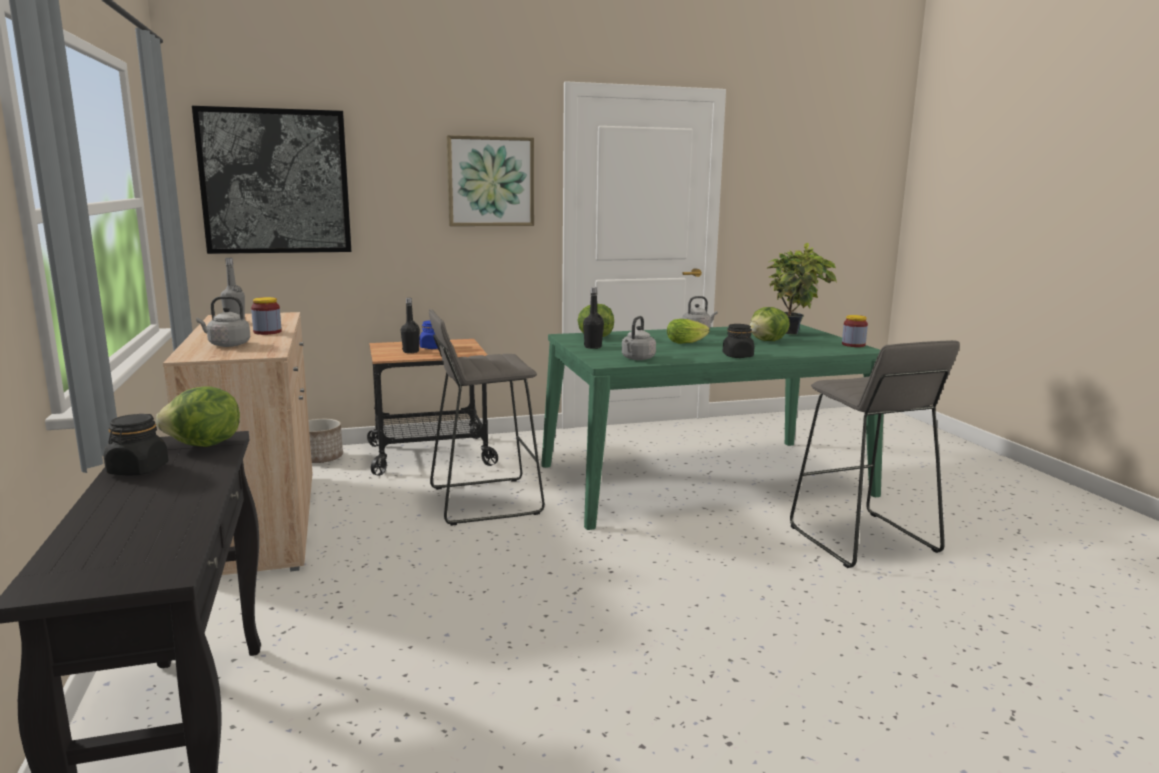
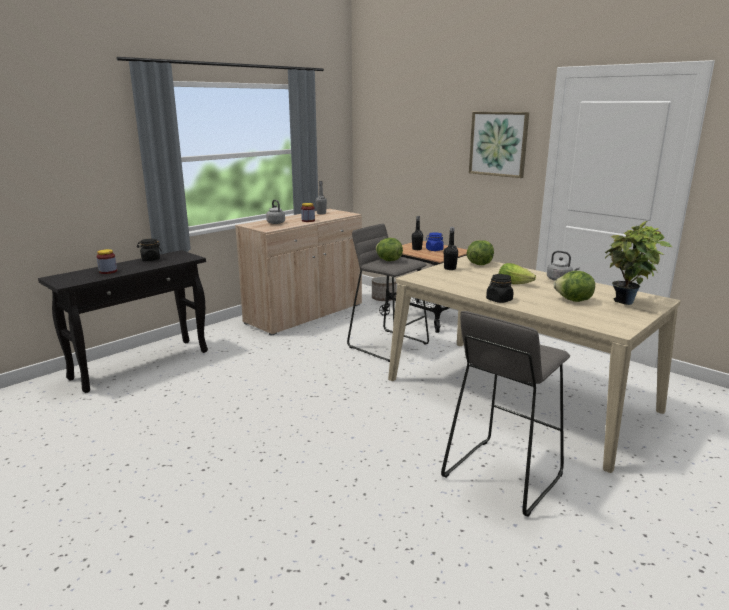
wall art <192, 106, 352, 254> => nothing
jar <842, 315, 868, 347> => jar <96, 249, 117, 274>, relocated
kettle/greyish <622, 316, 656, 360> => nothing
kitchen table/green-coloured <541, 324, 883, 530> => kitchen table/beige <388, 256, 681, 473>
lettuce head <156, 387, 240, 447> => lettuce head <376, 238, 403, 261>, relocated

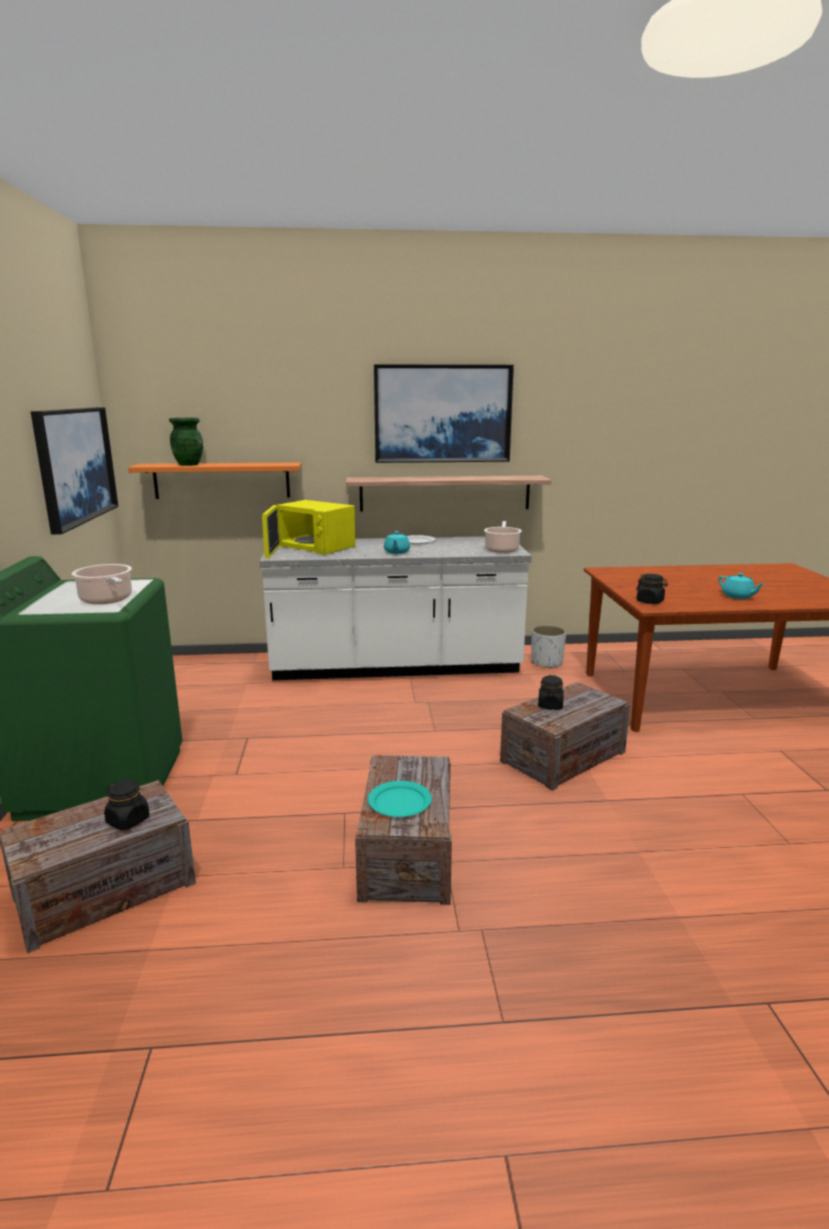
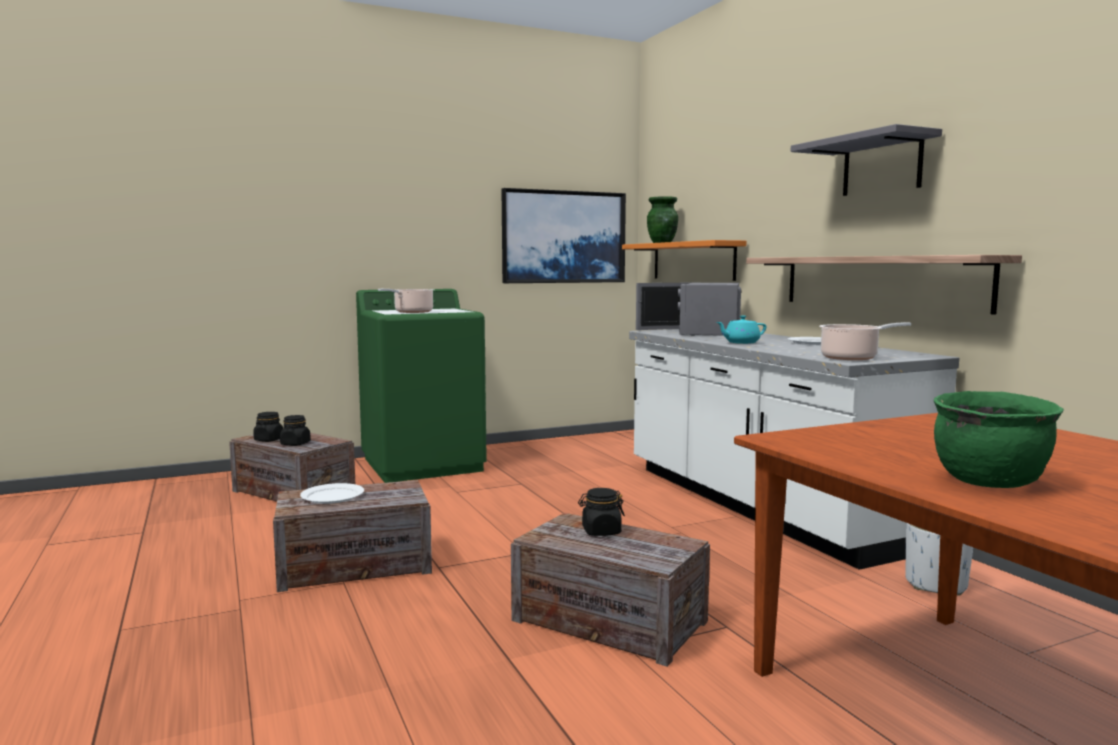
wall art <374, 364, 514, 463> => wall shelf/greyish <791, 124, 942, 196>
microwave/yellowish <262, 500, 356, 558> => microwave/greyish <636, 283, 741, 336>
tea pot/blue-green <718, 573, 764, 599> => saucepot/green-coloured <934, 391, 1064, 488>
jar/black-coloured <636, 574, 668, 604> => jar/black-coloured <253, 412, 283, 442>, relocated
plate/blue-green <368, 781, 432, 817> => plate/white <300, 483, 364, 504>

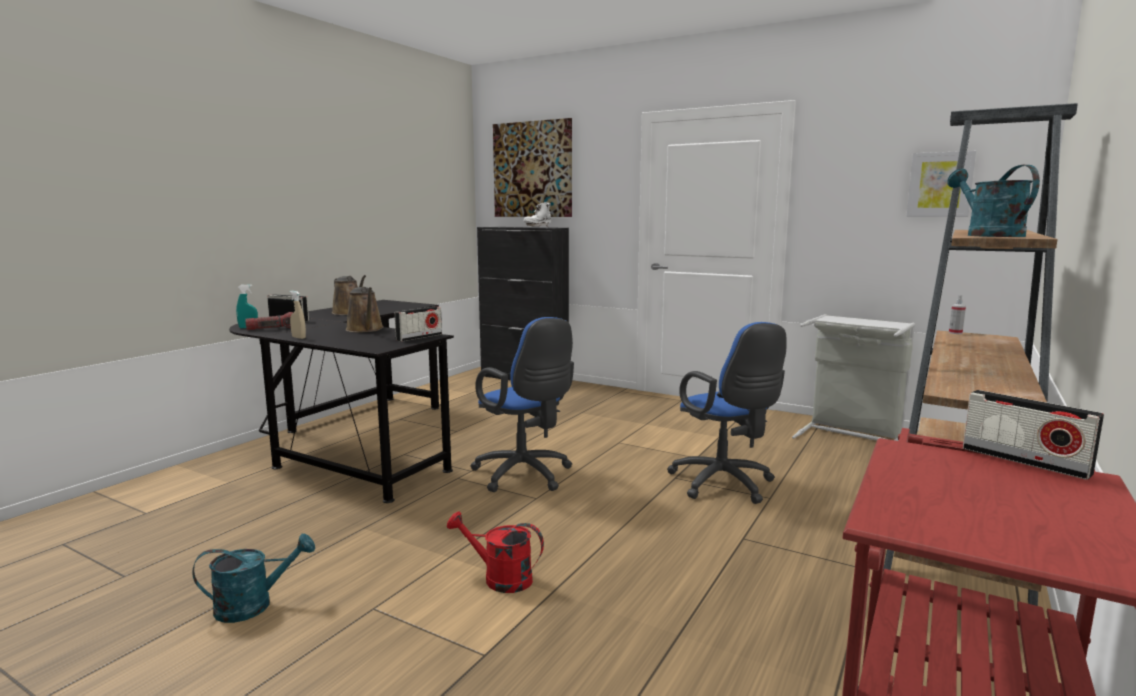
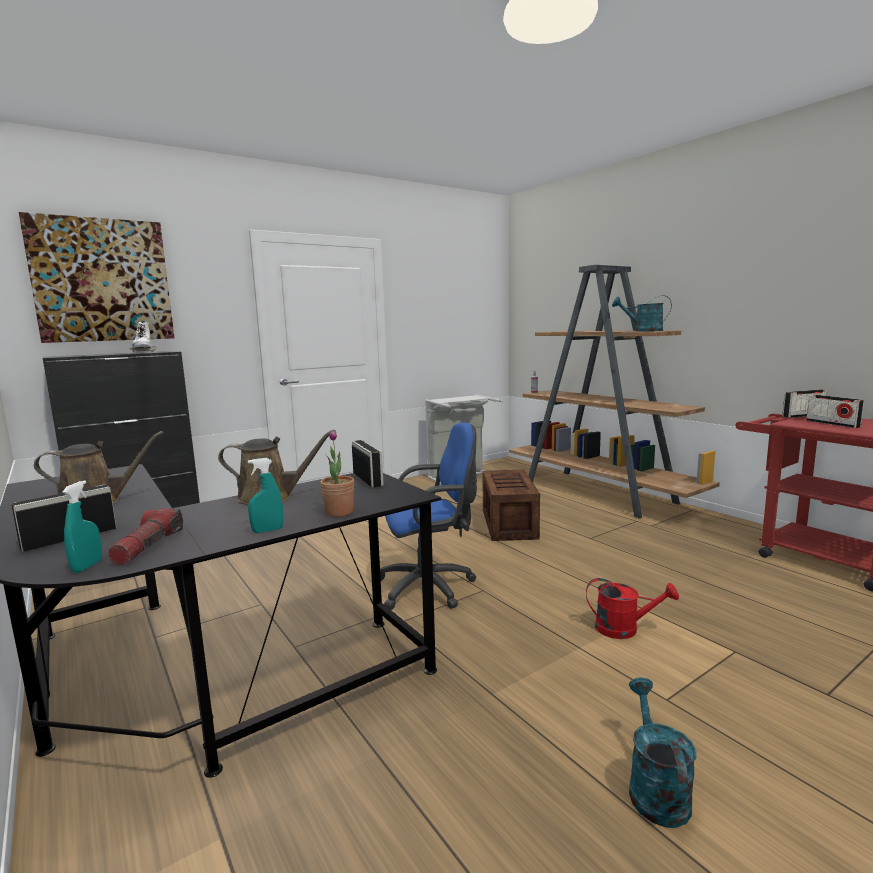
wall art <906, 151, 976, 217> => nothing
hand sprayer/beige <290, 291, 306, 339> => hand sprayer/blue-green <248, 458, 283, 533>
desk chair/blue <667, 322, 787, 504> => crate <482, 470, 540, 541>
watering pot/red-coloured <447, 511, 544, 593> => watering pot/red-coloured <586, 578, 679, 639>, 120 degrees counterclockwise
nothing => radio <806, 395, 864, 428>
nothing => plant in a pot <320, 430, 354, 517>

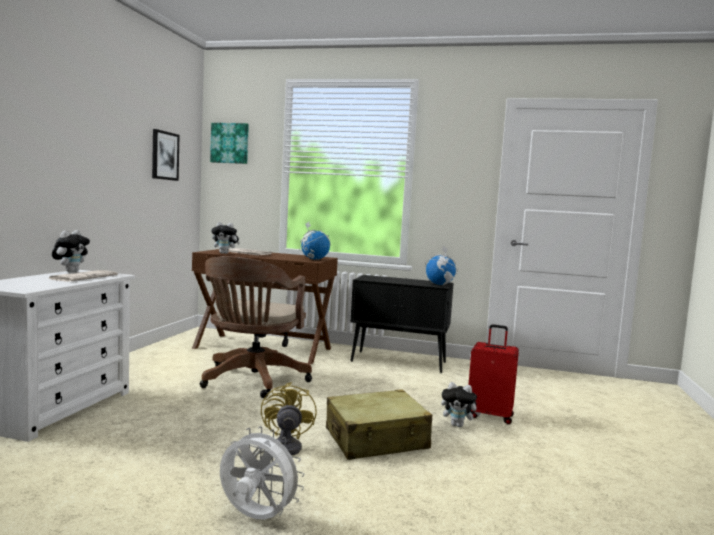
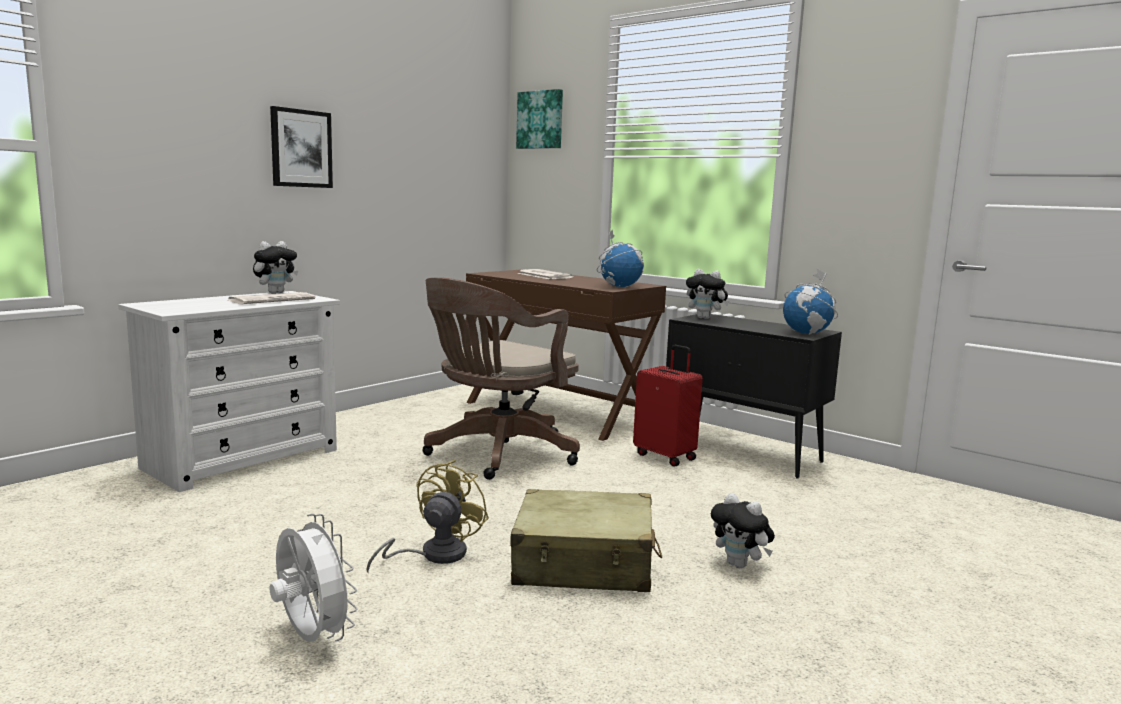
wall art <152, 129, 180, 181> => wall art <270, 106, 333, 188>, relocated
plush toy <211, 222, 240, 254> => plush toy <686, 269, 729, 319>, relocated
suitcase/red-coloured <468, 324, 519, 424> => suitcase/red-coloured <633, 345, 703, 467>, relocated

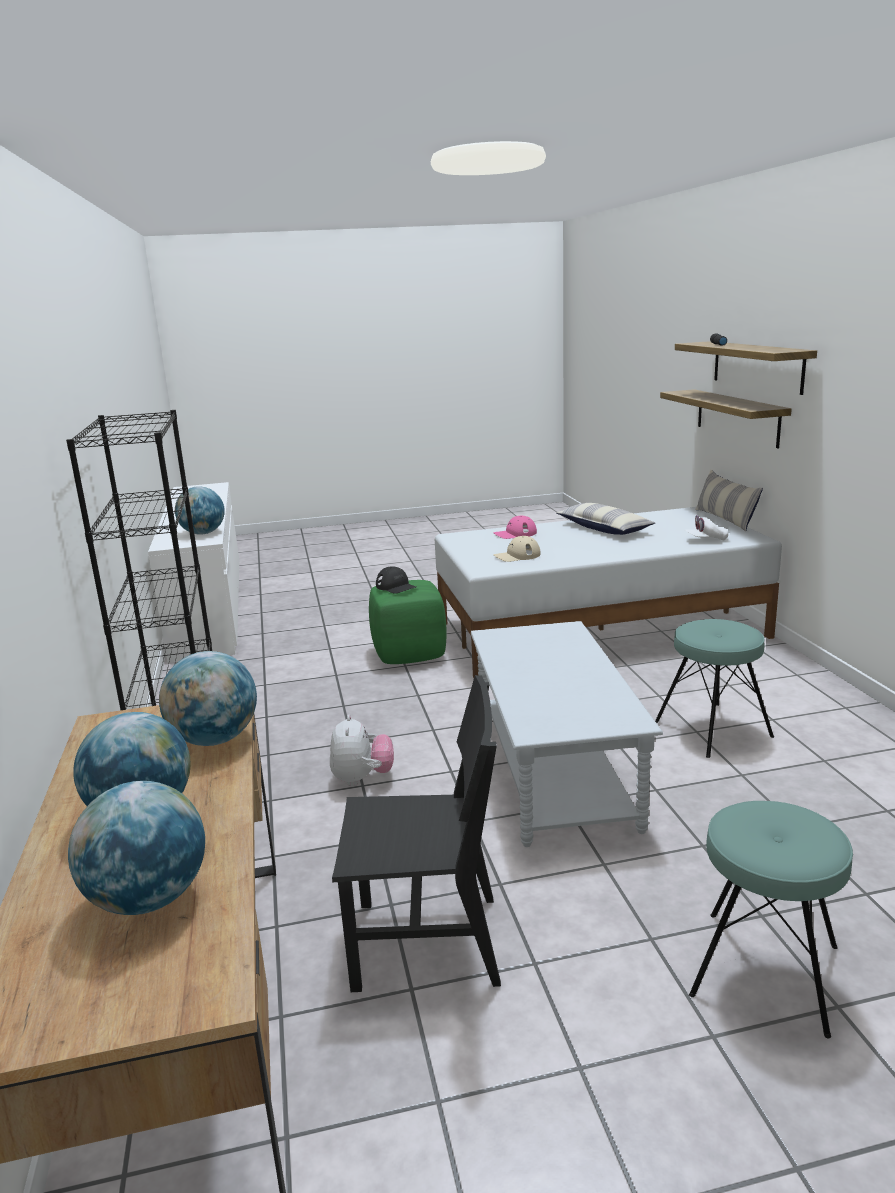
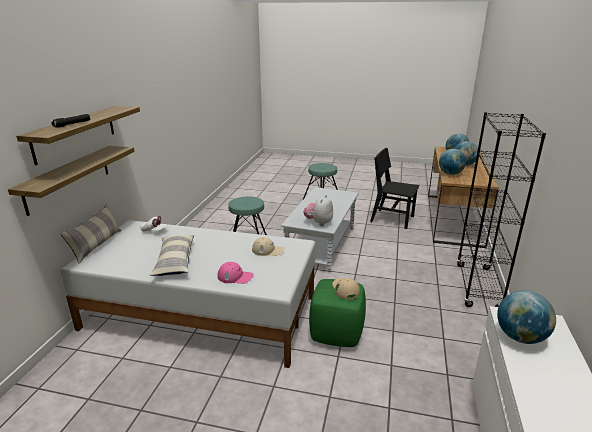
baseball cap/black-coloured <376, 566, 416, 594> => baseball cap/beige <332, 278, 360, 300>
plush toy <330, 715, 394, 786> => plush toy <303, 195, 333, 226>, relocated

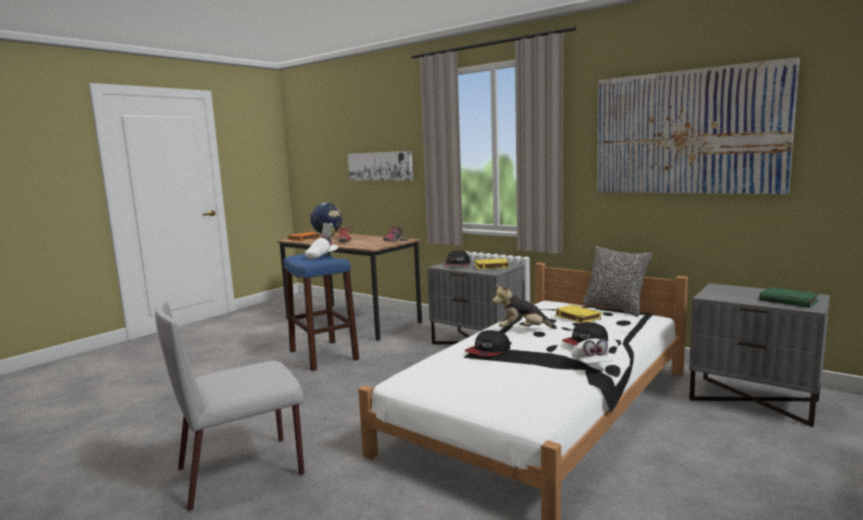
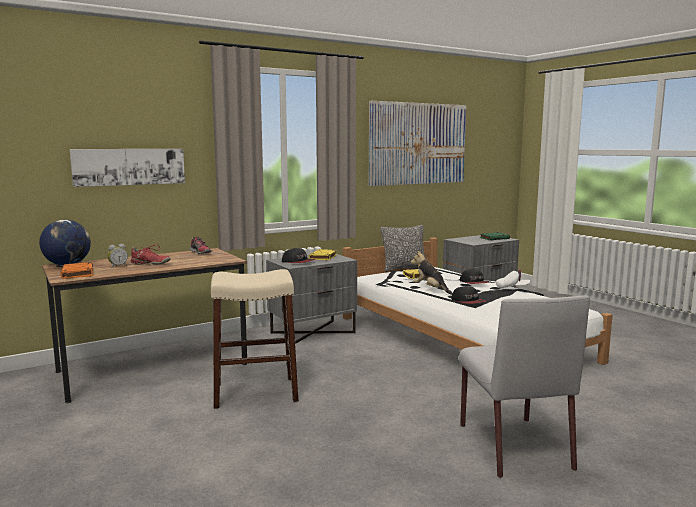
baseball cap/white <305, 236, 338, 259> => nothing
sitting stool/blue <284, 253, 359, 371> => sitting stool/beige <211, 269, 299, 409>
plush toy <492, 284, 557, 329> => plush toy <411, 251, 452, 295>, 120 degrees clockwise

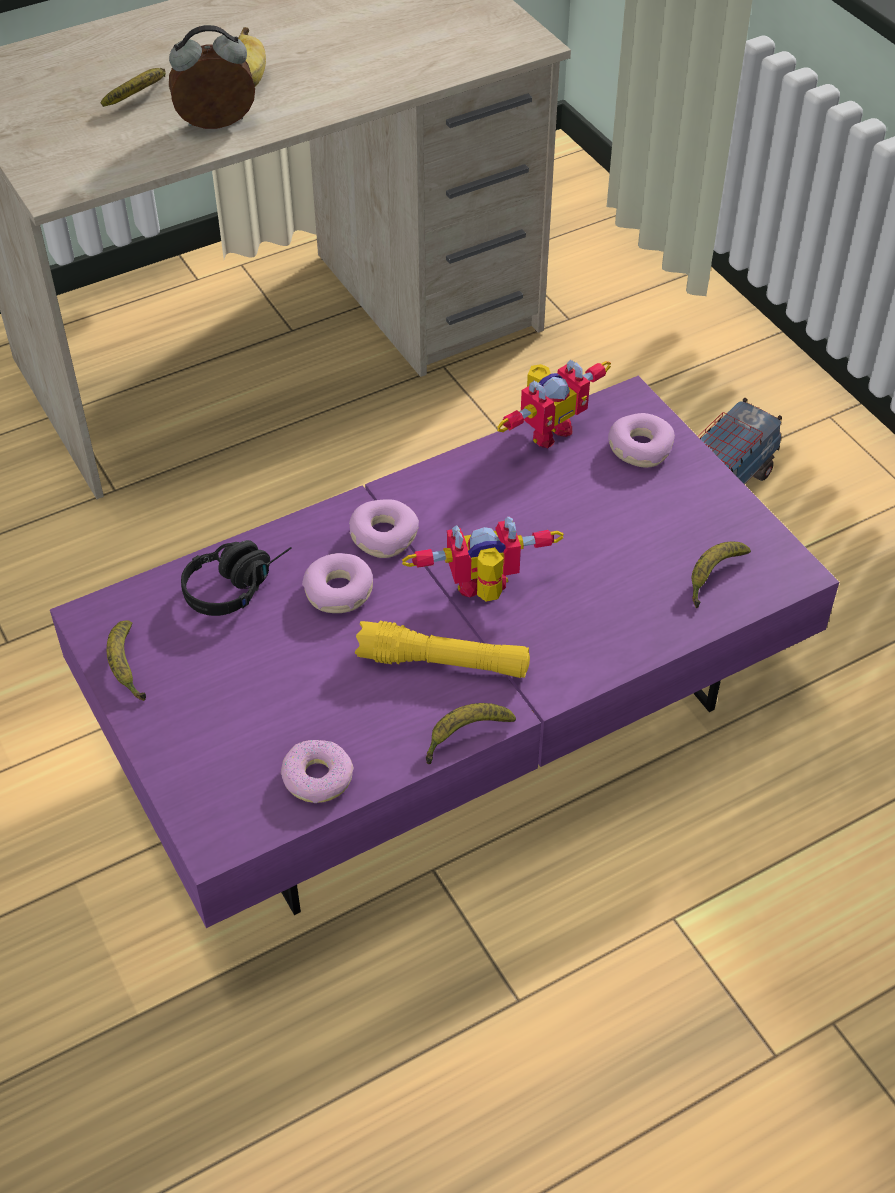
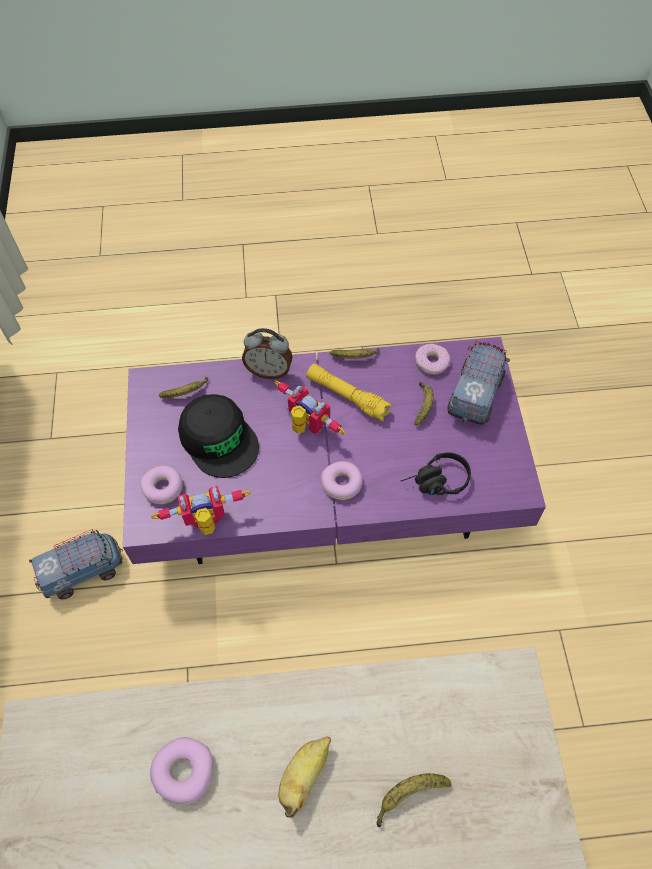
alarm clock <169, 25, 255, 129> => alarm clock <242, 328, 293, 379>, relocated
robot figure <402, 517, 564, 602> => robot figure <274, 380, 345, 435>, 150 degrees counterclockwise
donut <302, 553, 373, 613> => donut <150, 737, 213, 805>, relocated
banana fruit <107, 620, 146, 701> => banana fruit <414, 382, 433, 425>, relocated
nothing => toy lorry <447, 341, 510, 425>
nothing => baseball cap/black-coloured <178, 394, 259, 478>

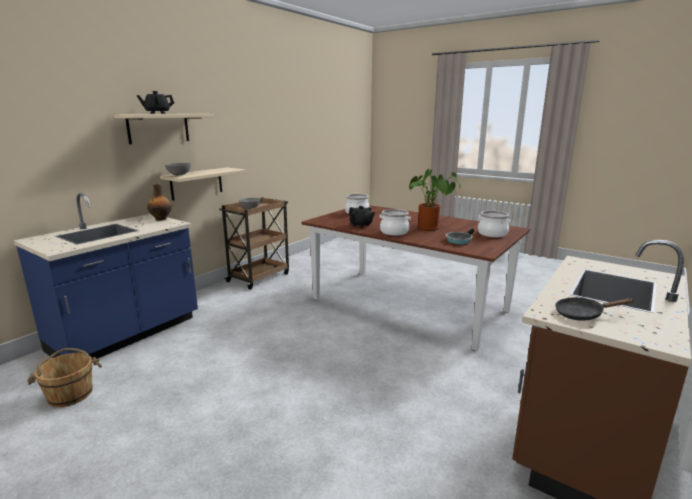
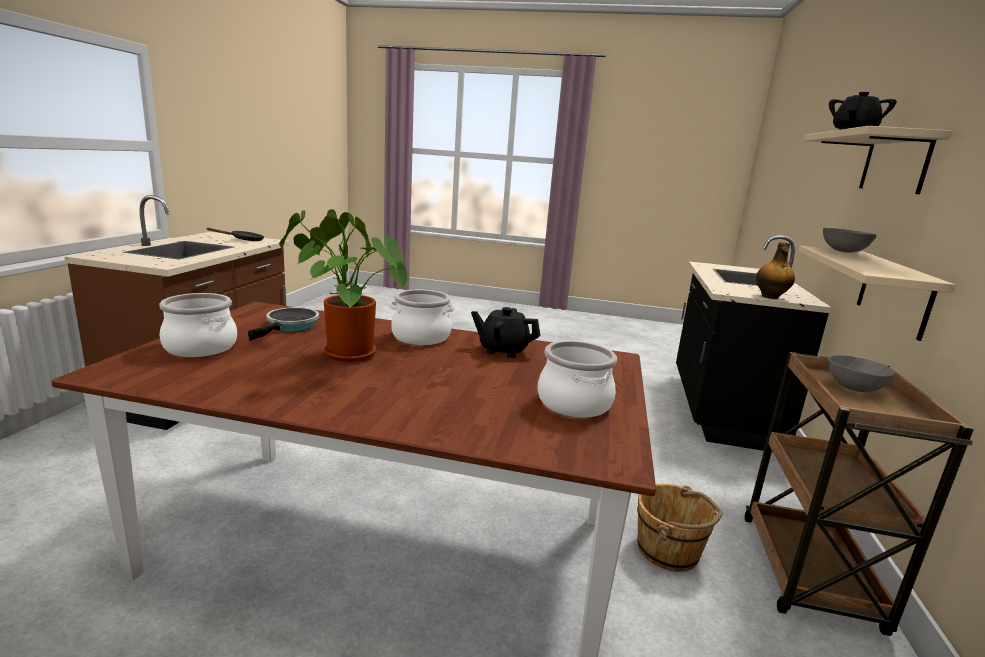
kitchen counter/blue <13, 193, 198, 360> => kitchen counter/black-coloured <676, 235, 831, 451>
bucket/brown-coloured <27, 348, 102, 407> => bucket/brown-coloured <637, 484, 723, 572>, relocated

